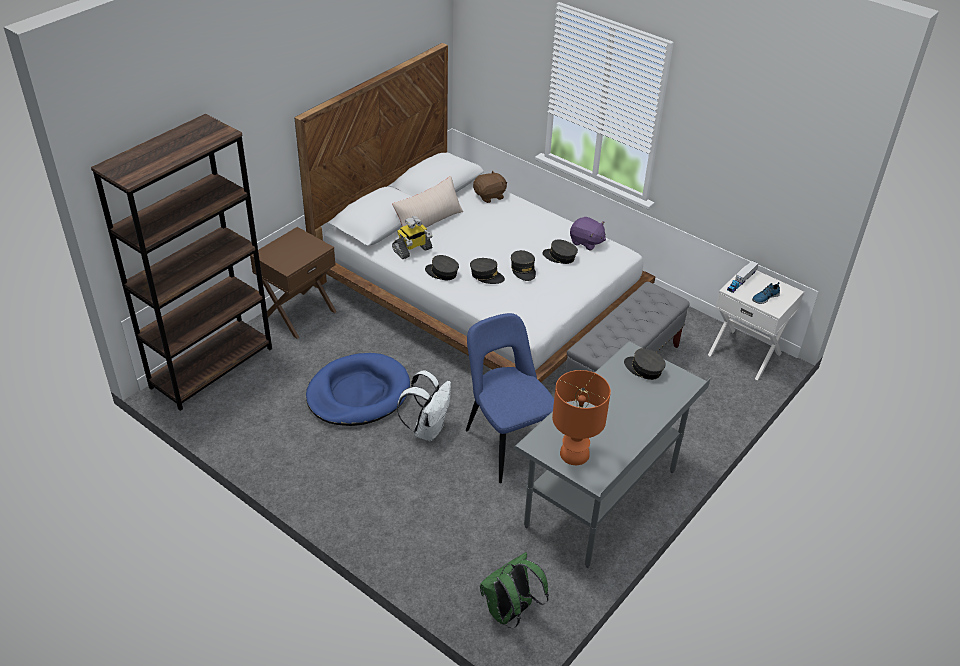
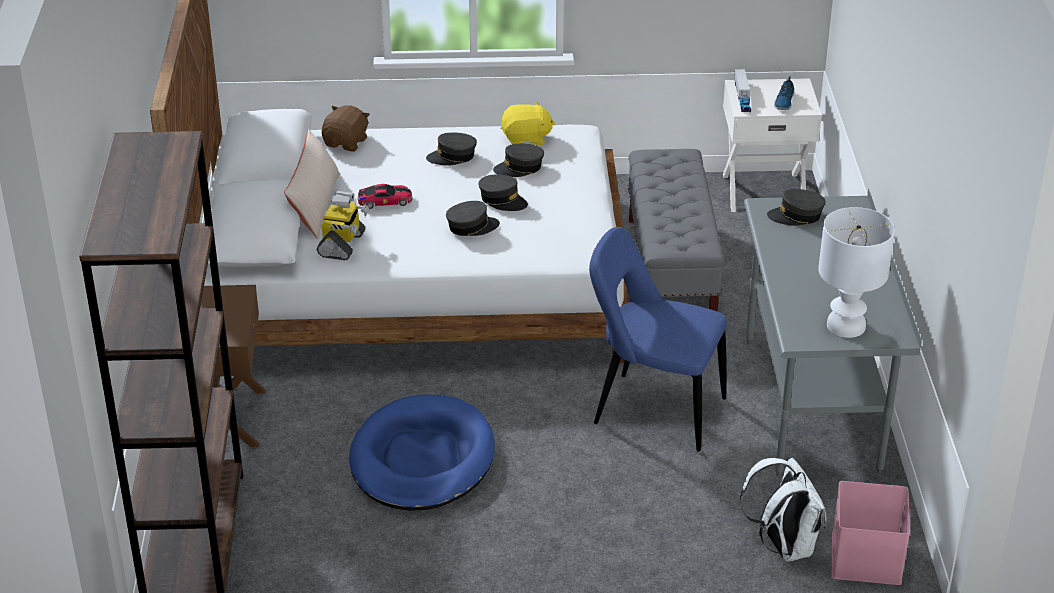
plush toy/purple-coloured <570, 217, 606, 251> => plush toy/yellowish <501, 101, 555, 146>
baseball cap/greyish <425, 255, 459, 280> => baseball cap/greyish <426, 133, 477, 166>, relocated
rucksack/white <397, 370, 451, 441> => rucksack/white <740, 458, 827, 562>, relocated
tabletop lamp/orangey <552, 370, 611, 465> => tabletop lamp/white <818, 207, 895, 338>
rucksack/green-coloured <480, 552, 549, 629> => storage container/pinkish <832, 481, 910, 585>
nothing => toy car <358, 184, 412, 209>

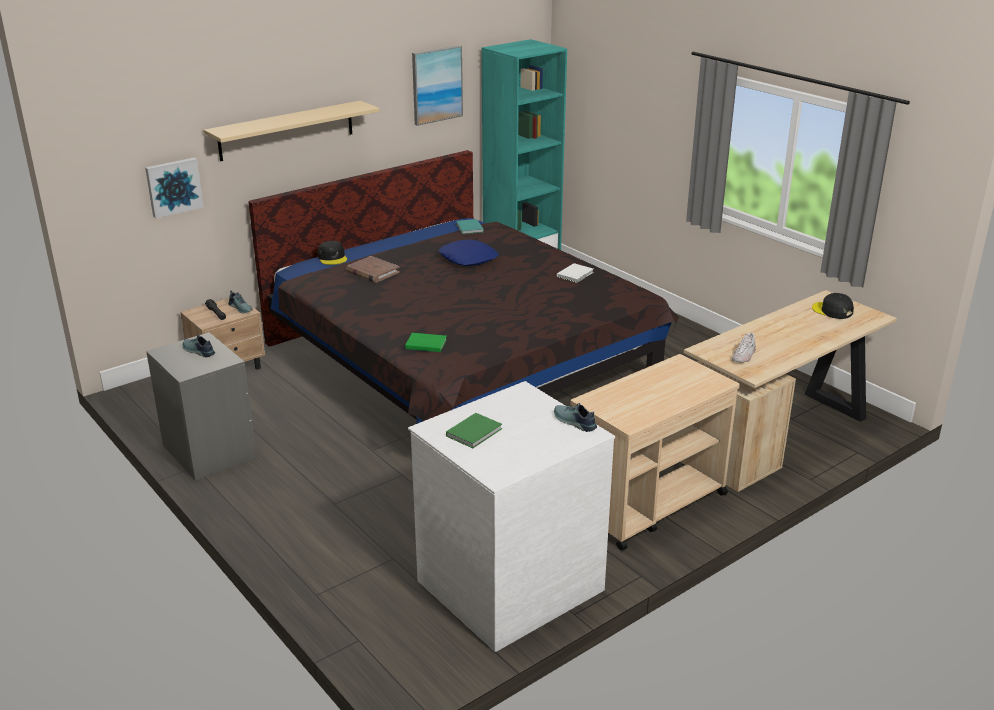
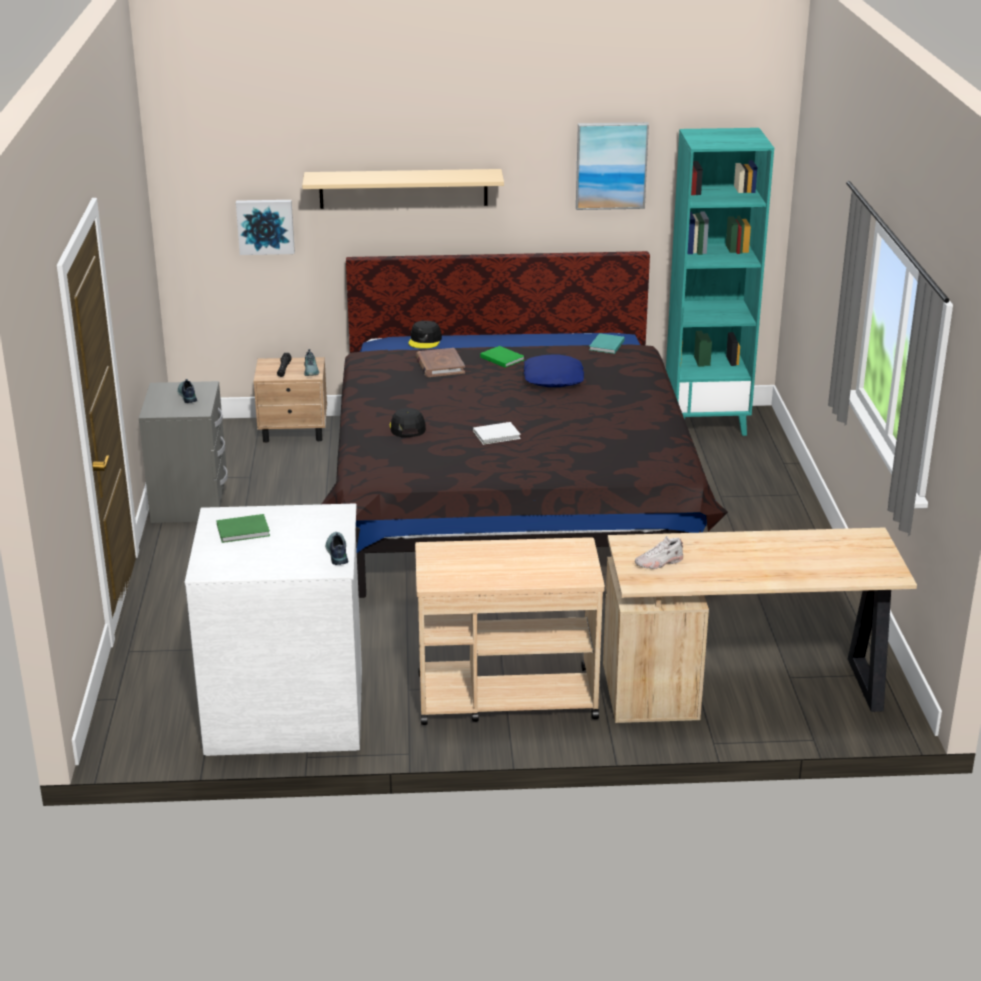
bound book/white <557, 263, 594, 283> => bound book/white <473, 422, 521, 445>, relocated
baseball cap/black-coloured <812, 293, 854, 319> => baseball cap/black-coloured <390, 408, 426, 437>, relocated
bound book/green-coloured <405, 333, 447, 352> => bound book/green-coloured <480, 346, 524, 368>, relocated

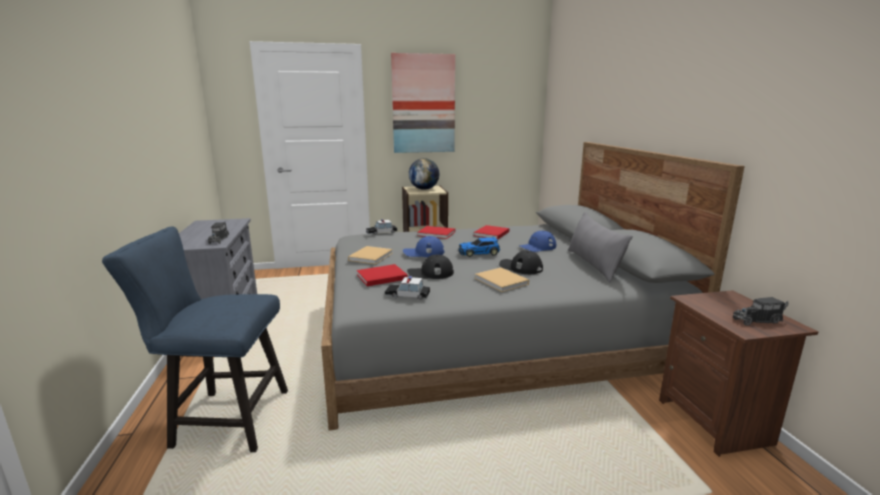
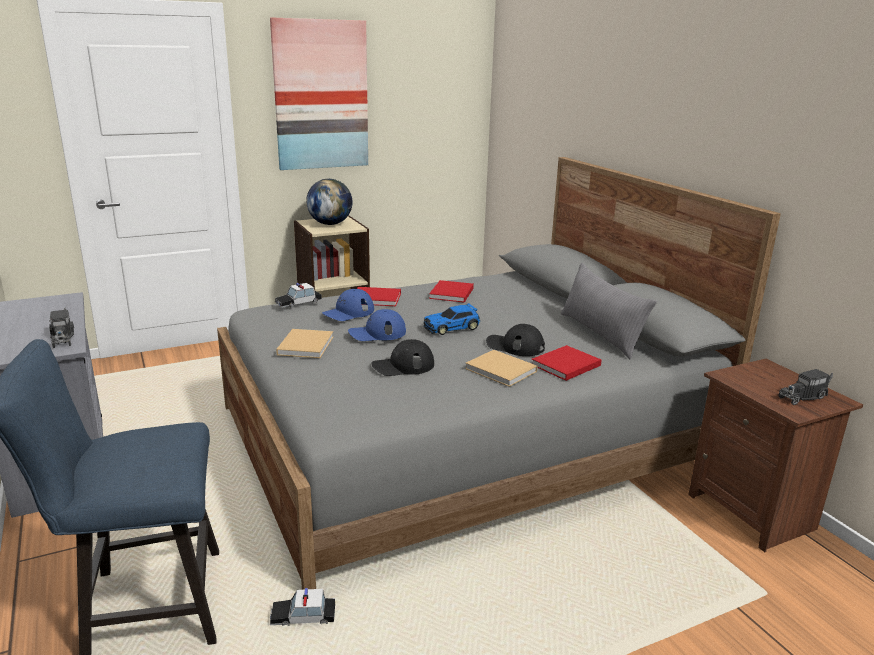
baseball cap/blue <520, 231, 556, 252> => baseball cap/blue <322, 289, 374, 321>, relocated
bound book/red-coloured <357, 264, 408, 286> => bound book/red-coloured <532, 345, 602, 381>, relocated
toy car <384, 276, 430, 300> => toy car <270, 588, 335, 626>, relocated

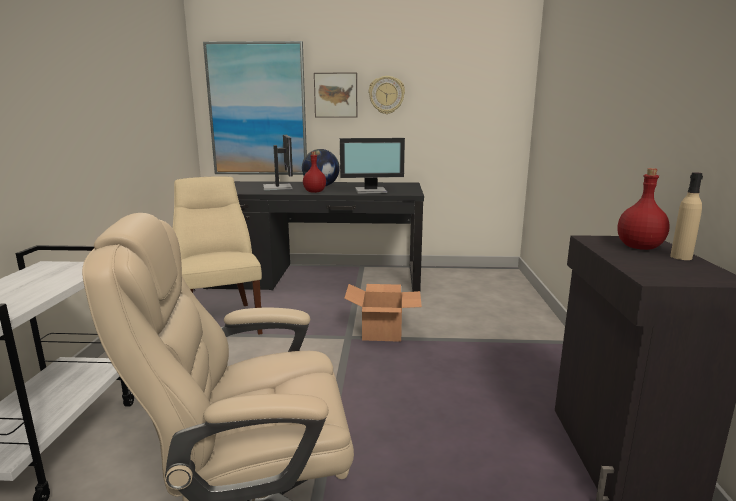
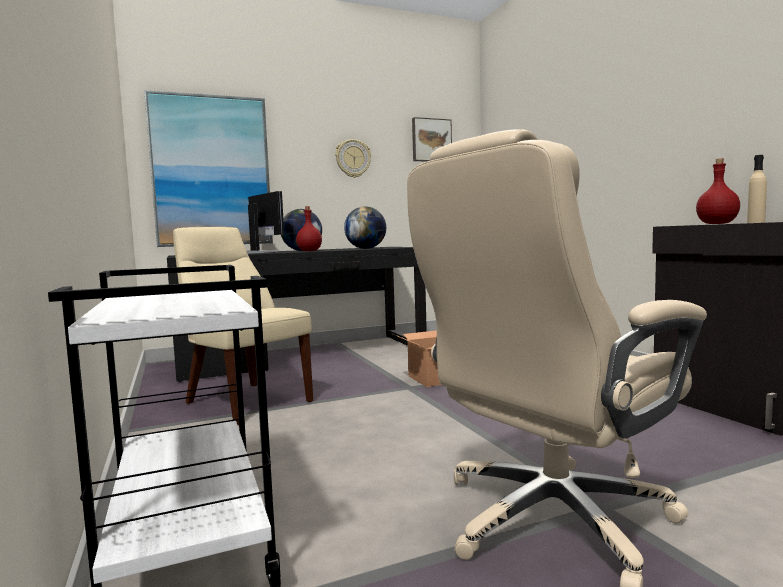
wall art <314, 73, 357, 117> => wall art <412, 117, 452, 162>, relocated
computer screen <340, 138, 405, 194> => desk globe <344, 206, 386, 249>

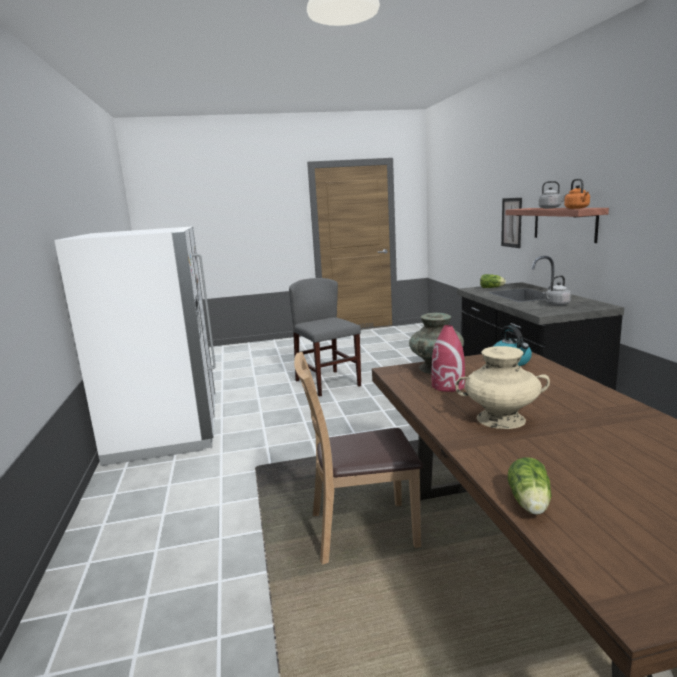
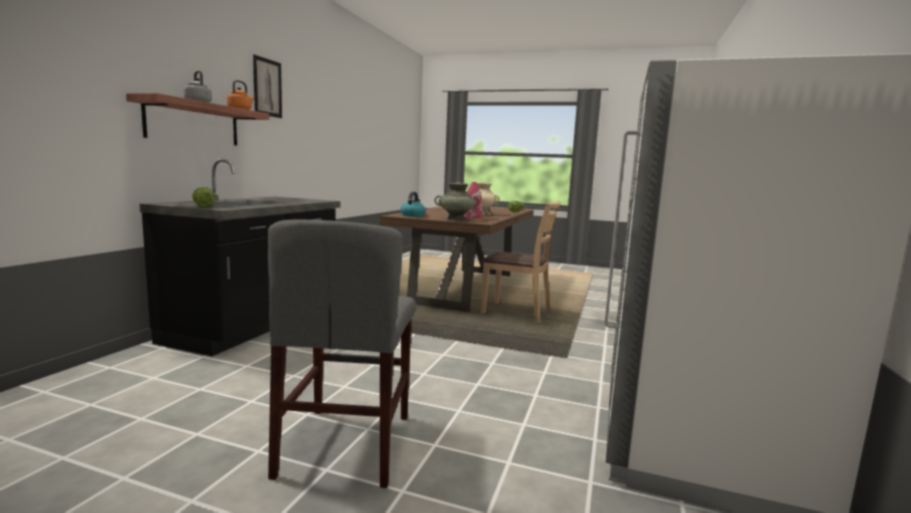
wall art <501, 198, 522, 248> => wall art <253, 54, 282, 118>, relocated
kettle/greyish <543, 275, 571, 306> => nothing

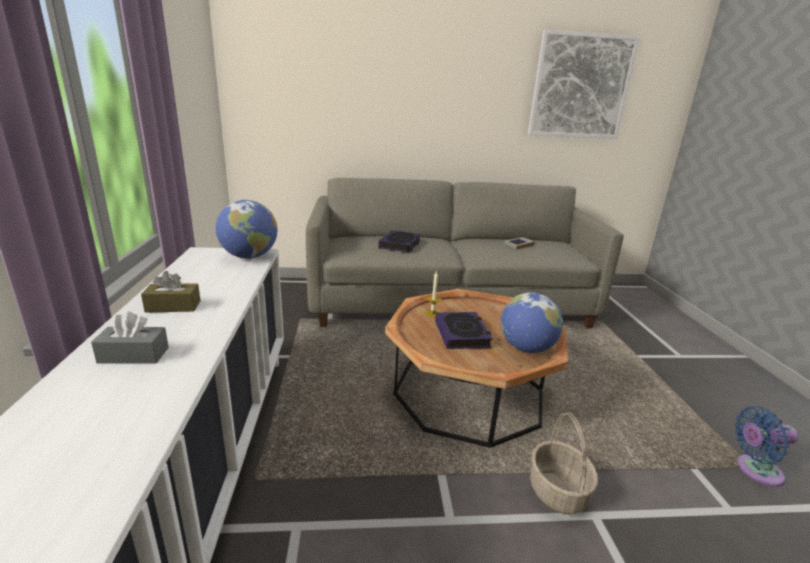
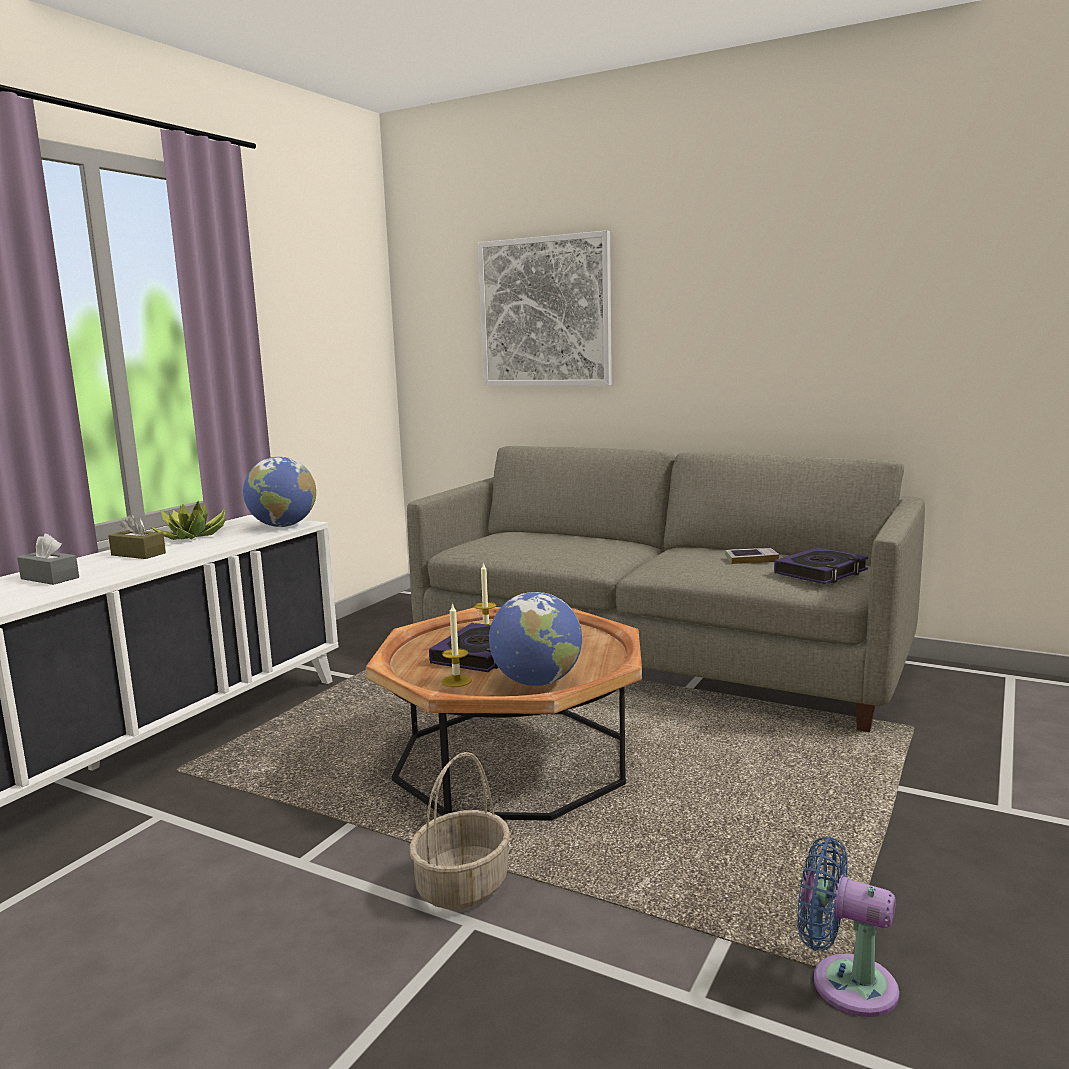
wall art <528, 30, 640, 139> => wall art <478, 230, 612, 386>, relocated
bound book <378, 230, 421, 252> => bound book <774, 547, 868, 584>, relocated
nothing => plant in a pot <151, 501, 227, 540>
nothing => candle <441, 603, 472, 687>

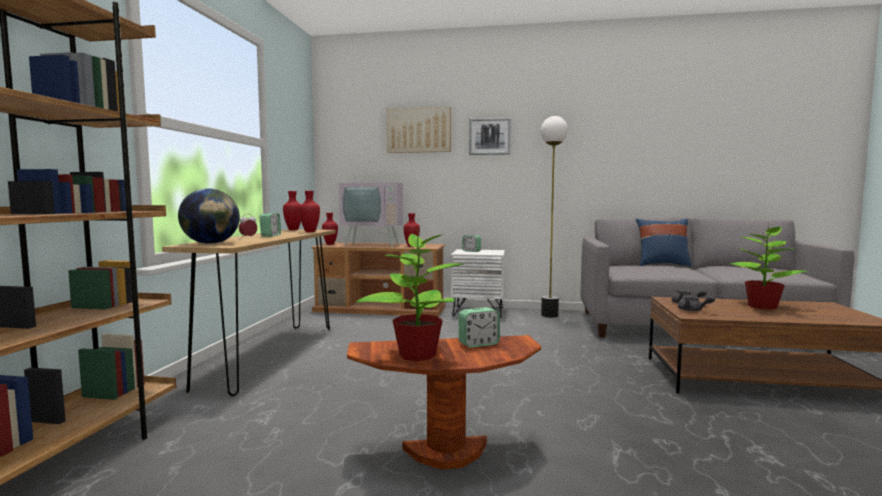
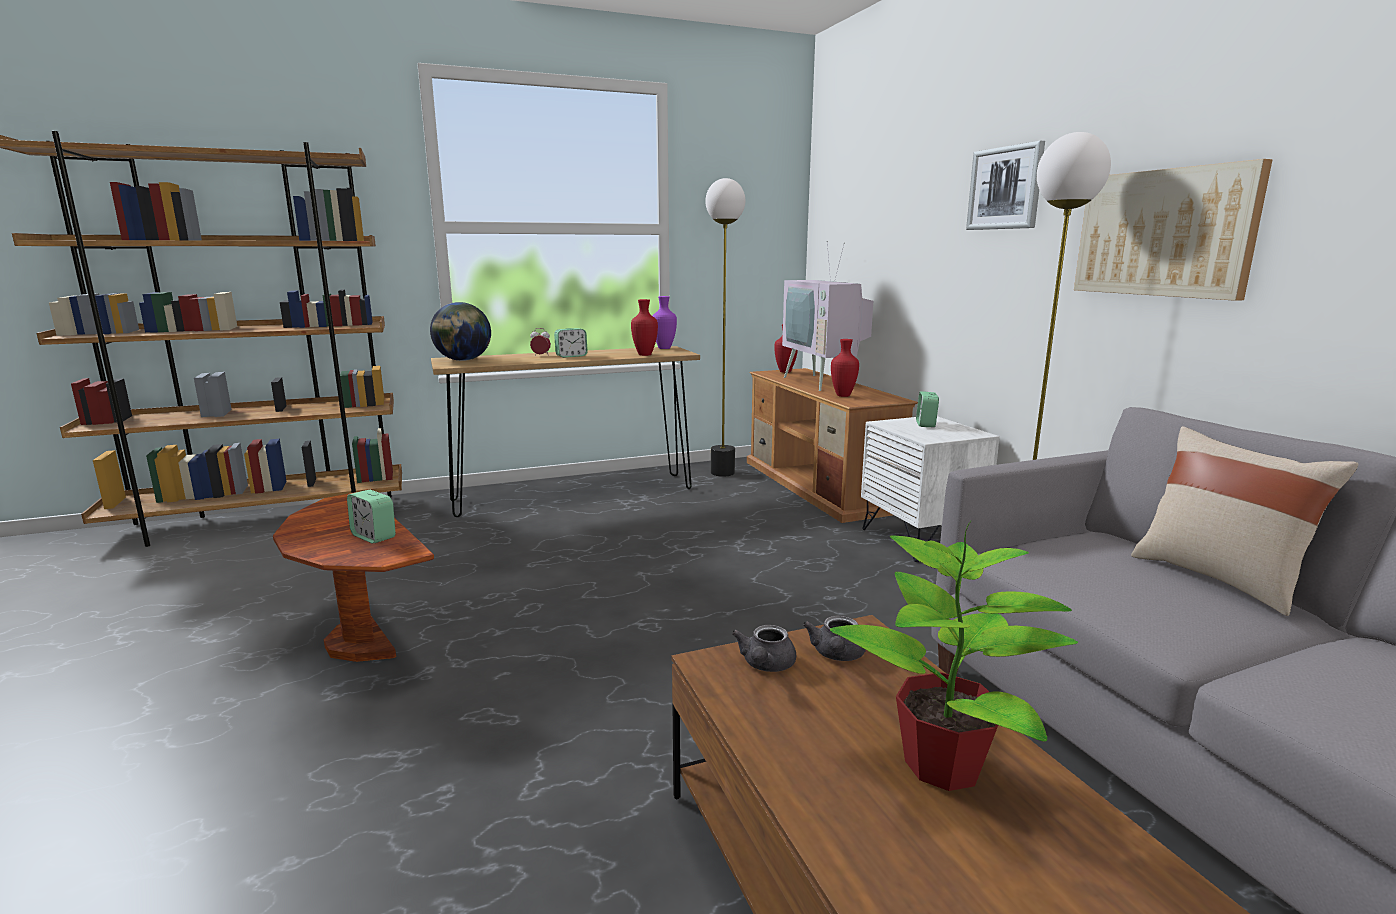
wall art <387, 107, 451, 153> => wall art <1074, 159, 1273, 301>, relocated
decorative vase/red-coloured <283, 191, 301, 230> => decorative vase/purple-coloured <652, 296, 677, 349>
throw pillow/blue <636, 219, 692, 266> => throw pillow/beige <1131, 426, 1358, 616>
plant in a pot <356, 229, 464, 361> => nothing
nothing => standing lamp <705, 178, 745, 477>

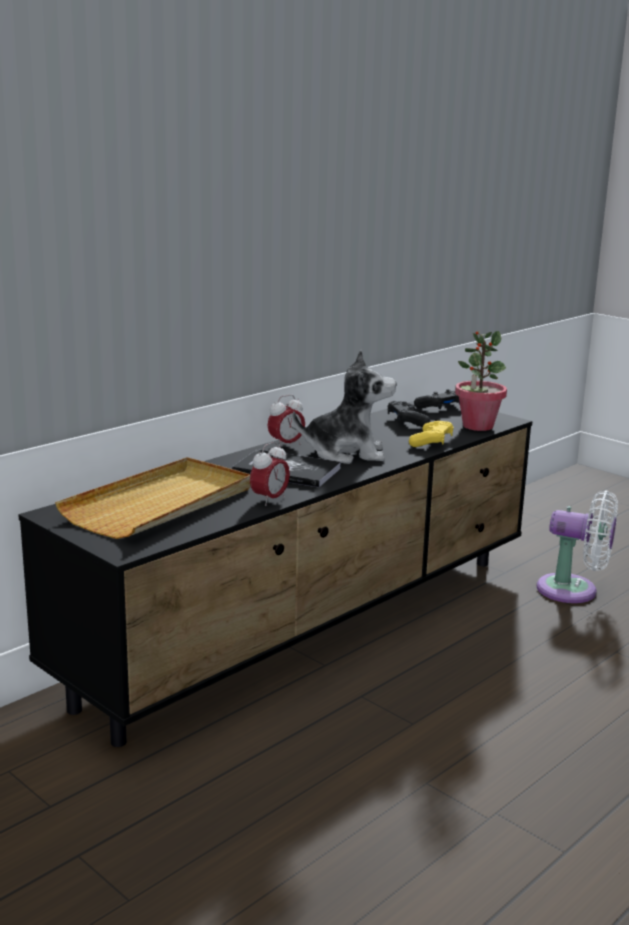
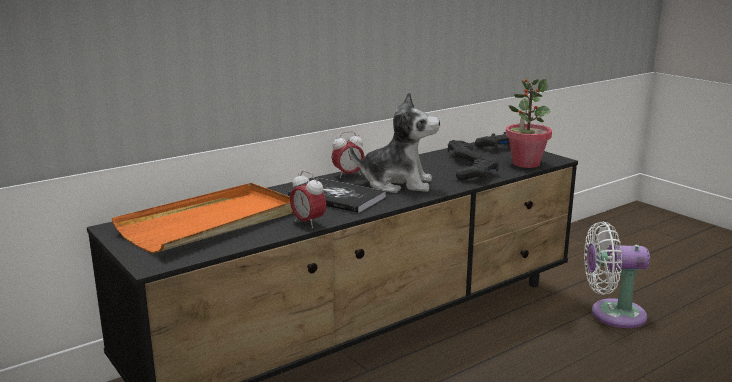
joypad/yellowish <409, 421, 453, 447> => joypad/black-coloured <456, 158, 499, 180>
alarm clock <250, 442, 290, 506> => alarm clock <290, 171, 326, 228>, 90 degrees clockwise
tray/beige <55, 457, 251, 539> => tray/orangey <112, 183, 293, 253>
cooling fan/white <537, 491, 618, 603> => cooling fan/white <584, 222, 650, 328>, 150 degrees clockwise

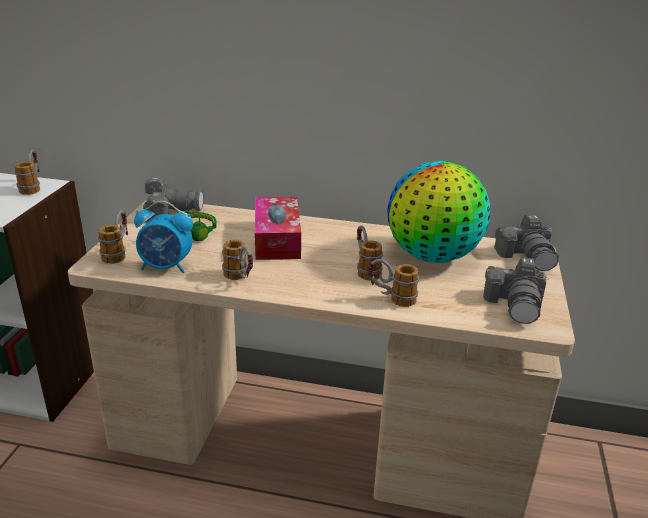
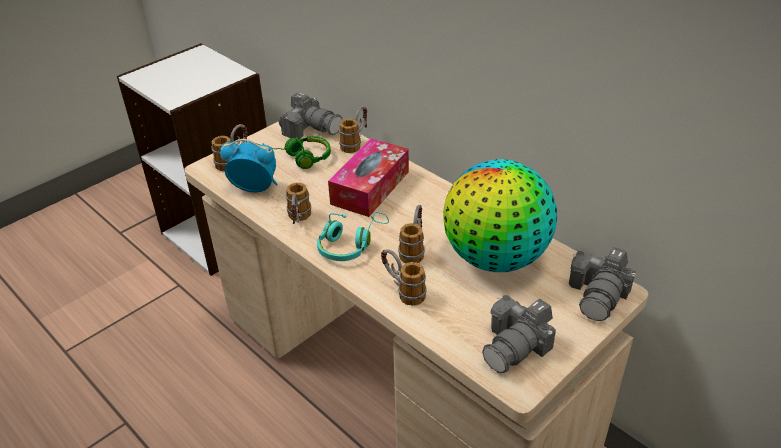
mug <14, 150, 40, 195> => mug <339, 106, 367, 153>, relocated
alarm clock <134, 201, 193, 273> => alarm clock <220, 139, 278, 192>, 150 degrees clockwise
nothing => pair of headphones/blue-green <317, 212, 389, 261>

